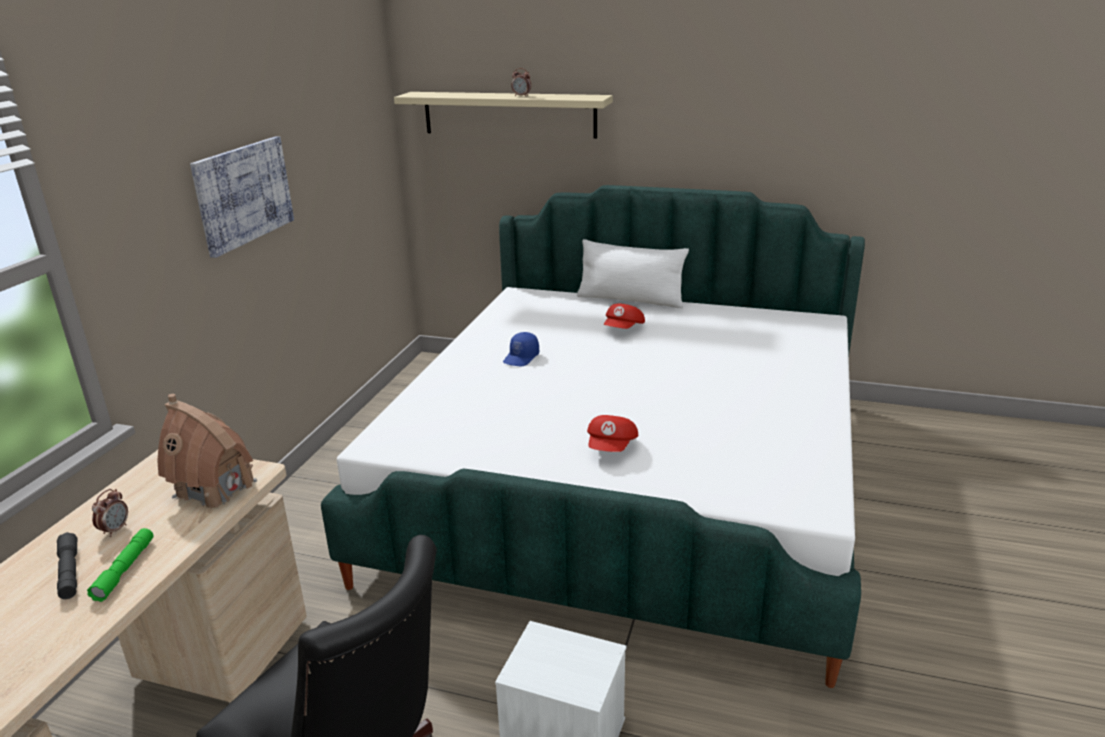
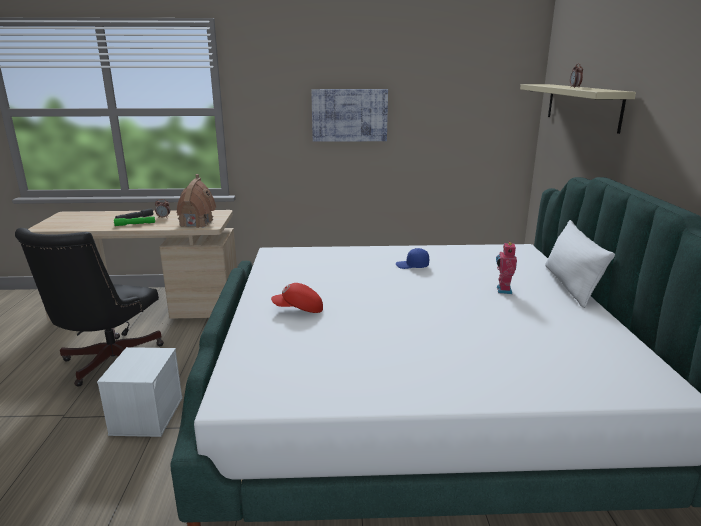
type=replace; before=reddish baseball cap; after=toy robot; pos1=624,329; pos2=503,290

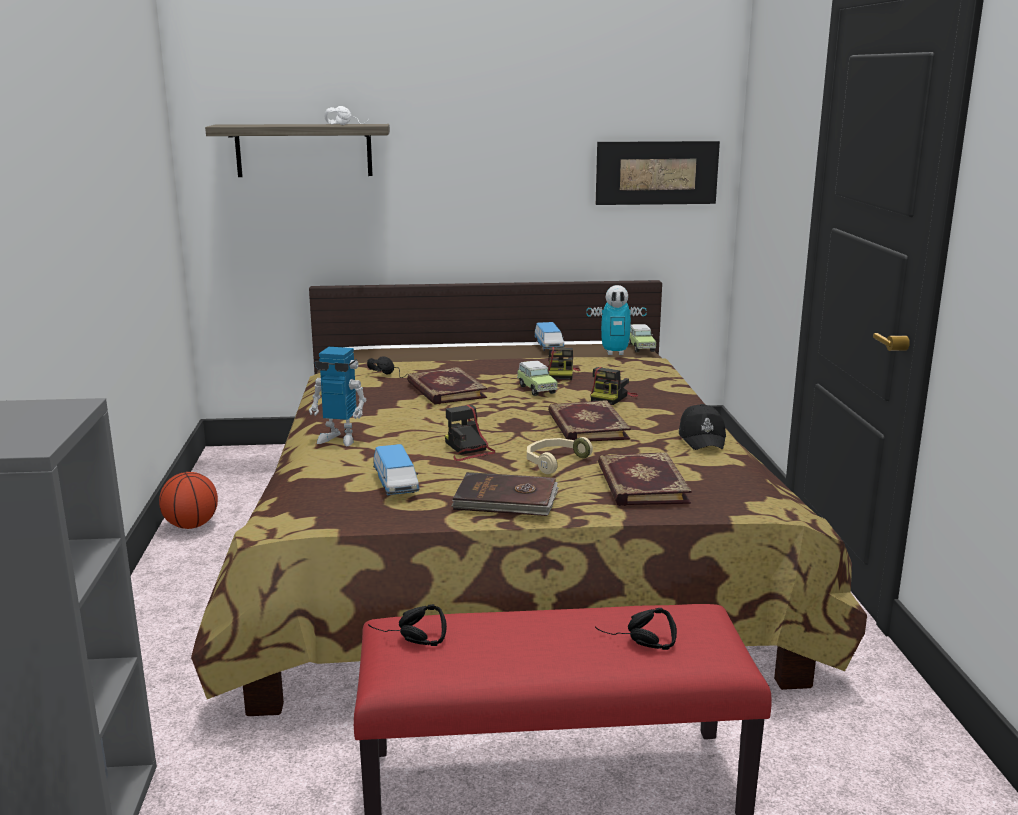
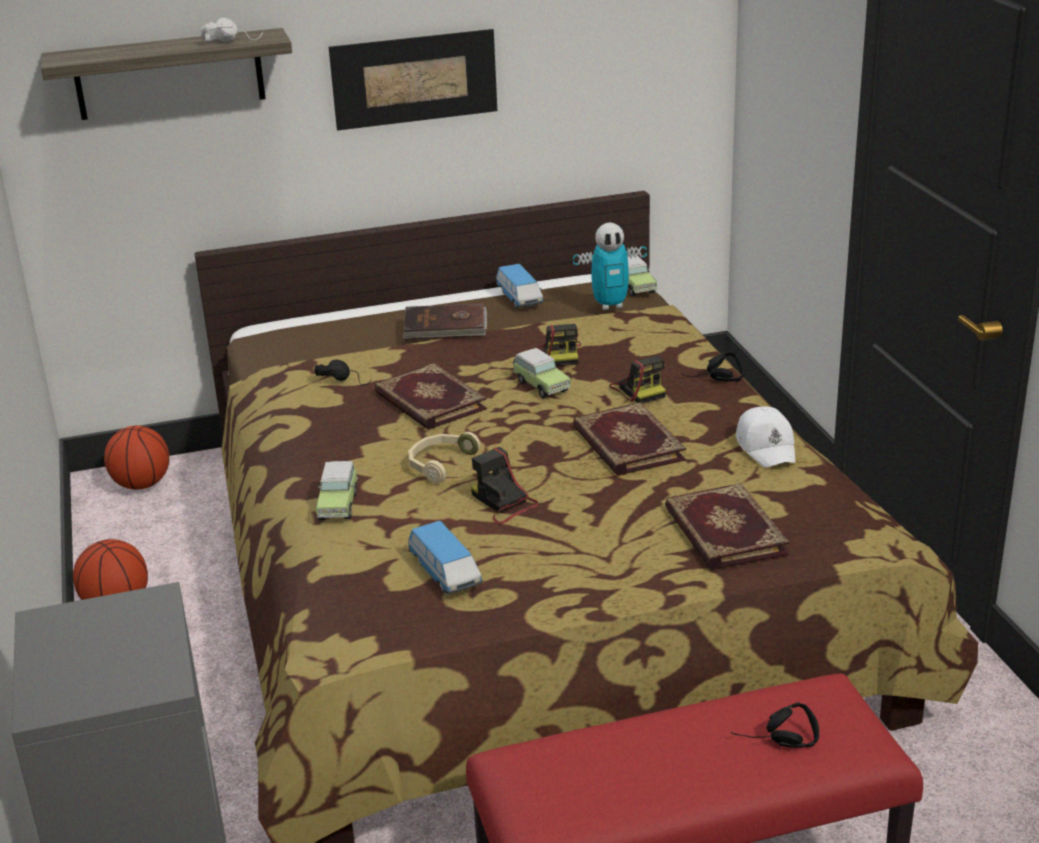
type=insert; after=basketball ball; pos2=141,485
type=replace; before=toy robot; after=toy car; pos1=339,438; pos2=338,504
type=move; before=wall picture; pos1=656,173; pos2=414,79
type=move; before=brown-coloured volume; pos1=506,500; pos2=445,326
type=move; before=beige pair of headphones; pos1=553,461; pos2=439,464
type=rotate; before=still camera; pos1=612,398; pos2=638,390; turn=-45
type=move; before=black pair of headphones; pos1=407,640; pos2=714,380
type=recolor; before=black baseball cap; after=whitish baseball cap; pos1=702,438; pos2=766,447

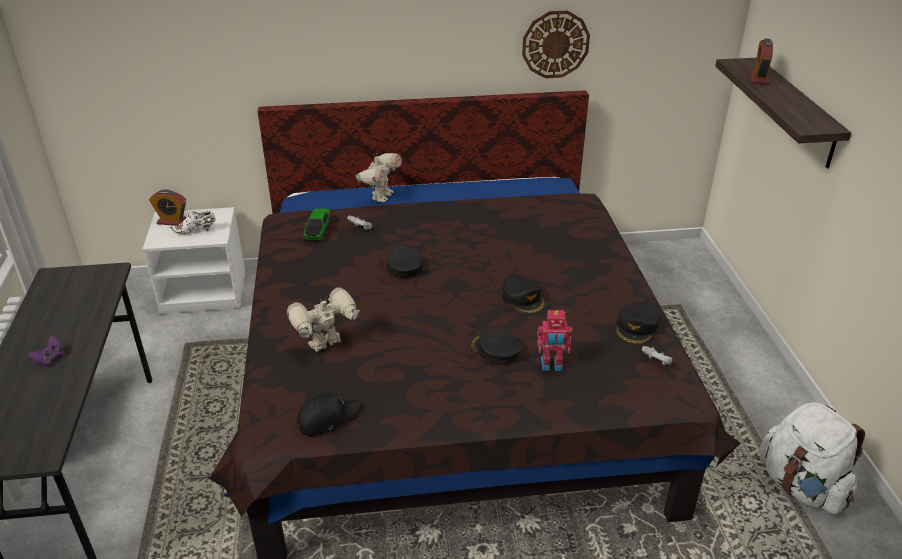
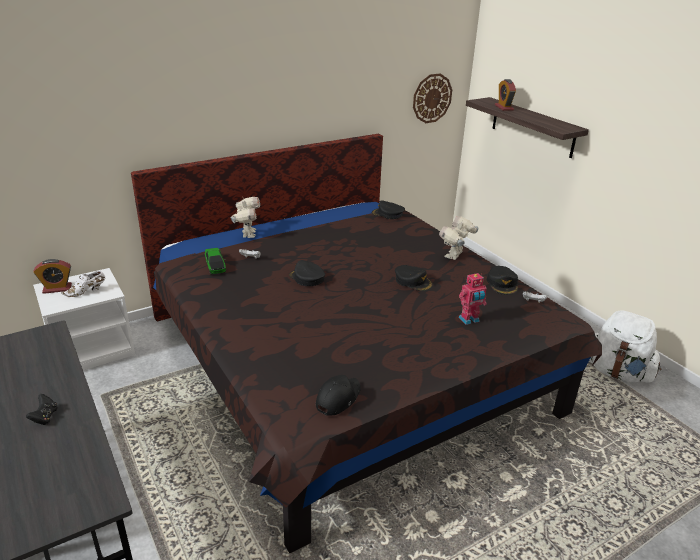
type=recolor; before=purplish joypad; after=black joypad; pos1=50,359; pos2=45,417
type=move; before=black baseball cap; pos1=495,350; pos2=387,214
type=move; before=wall clock; pos1=555,44; pos2=432,98
type=move; before=toy robot; pos1=326,345; pos2=455,256

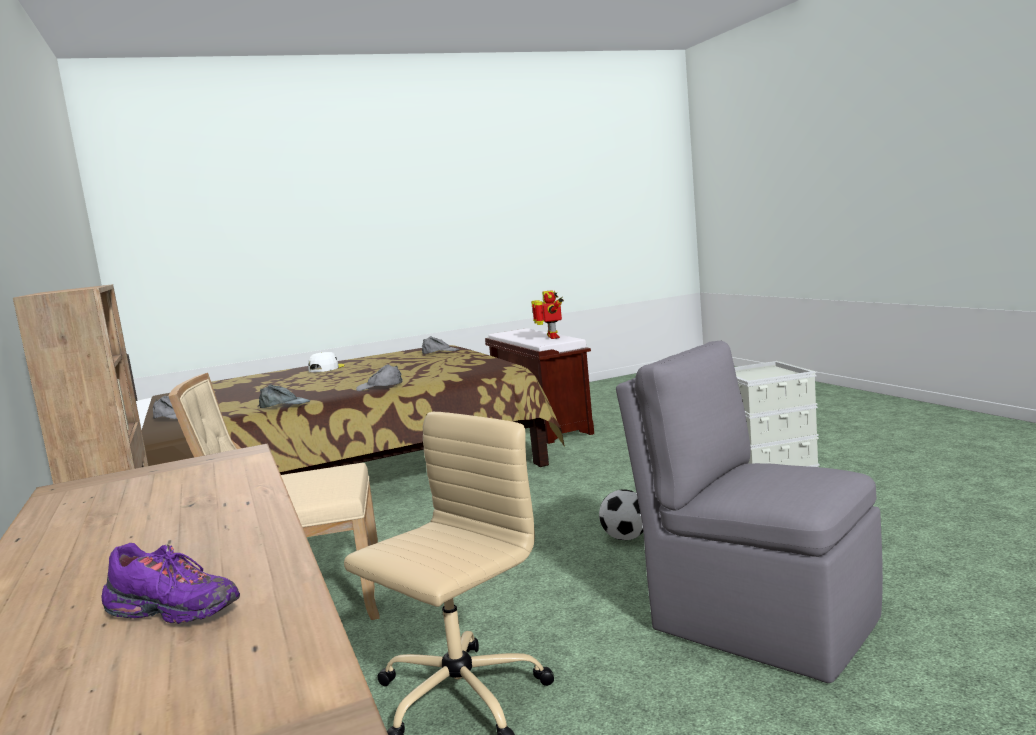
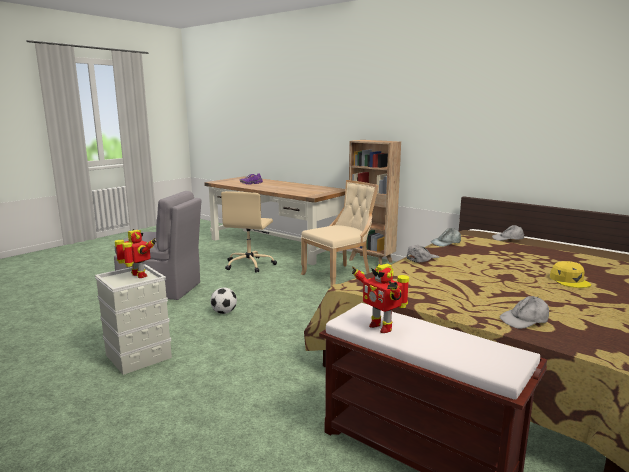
type=insert; after=toy robot; pos2=138,276
type=recolor; before=whitish baseball cap; after=yellow-coloured baseball cap; pos1=326,368; pos2=569,280

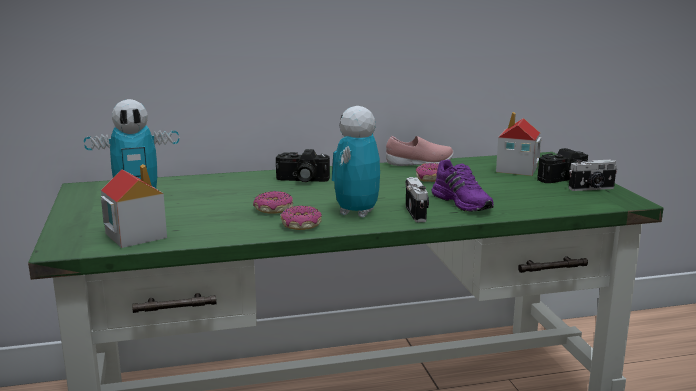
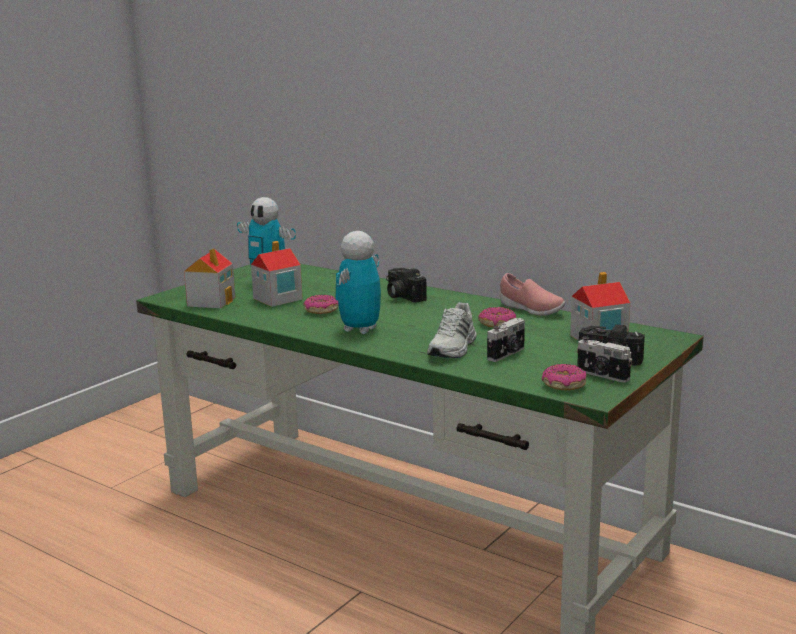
type=insert; after=miniature house; pos2=277,299
type=rotate; before=toy robot; pos1=356,212; pos2=360,329; turn=-45
type=recolor; before=purplish shoe; after=whitish shoe; pos1=463,202; pos2=453,348
type=move; before=still camera; pos1=417,213; pos2=507,354
type=move; before=doughnut; pos1=301,225; pos2=564,385

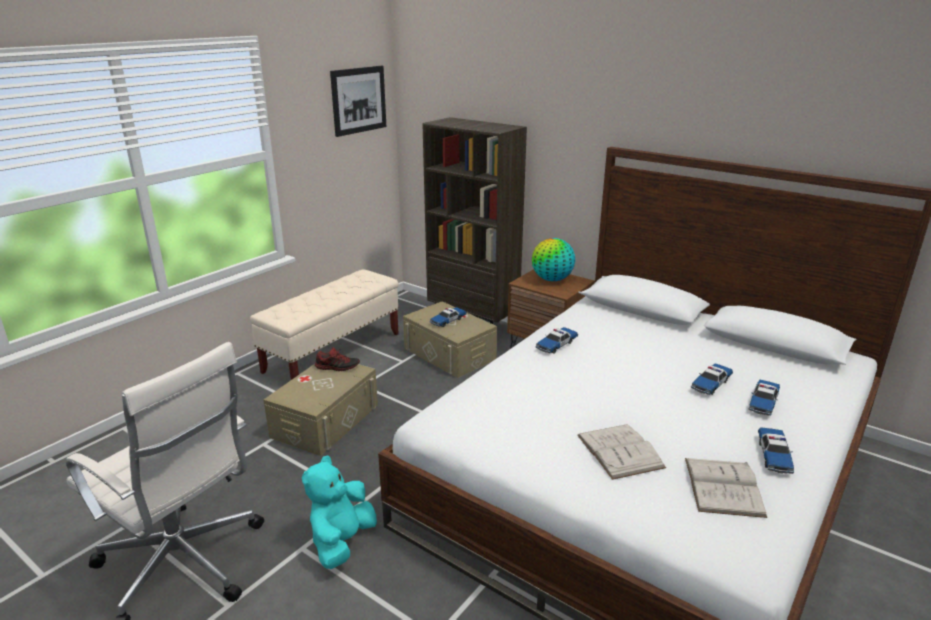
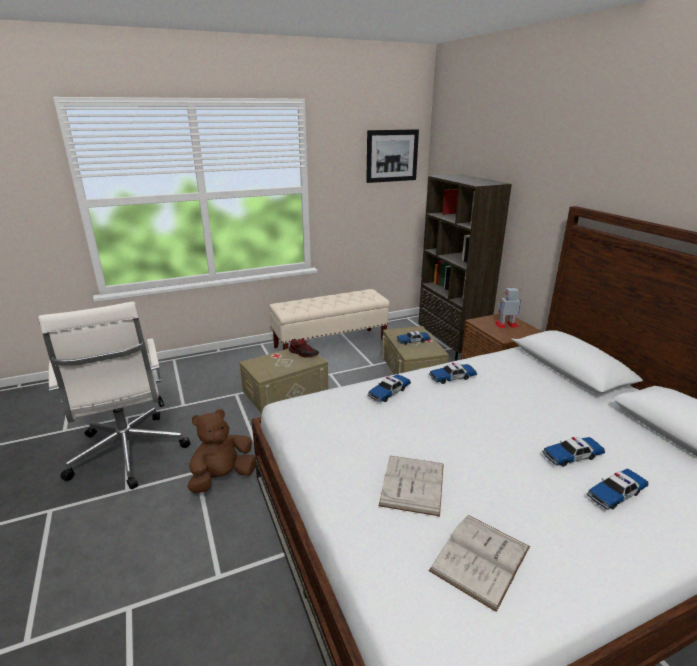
type=recolor; before=turquoise cuddly toy; after=brown-coloured cuddly toy; pos1=342,542; pos2=222,478
type=move; before=toy car; pos1=774,455; pos2=389,392
type=replace; before=world globe; after=toy robot; pos1=552,279; pos2=506,325

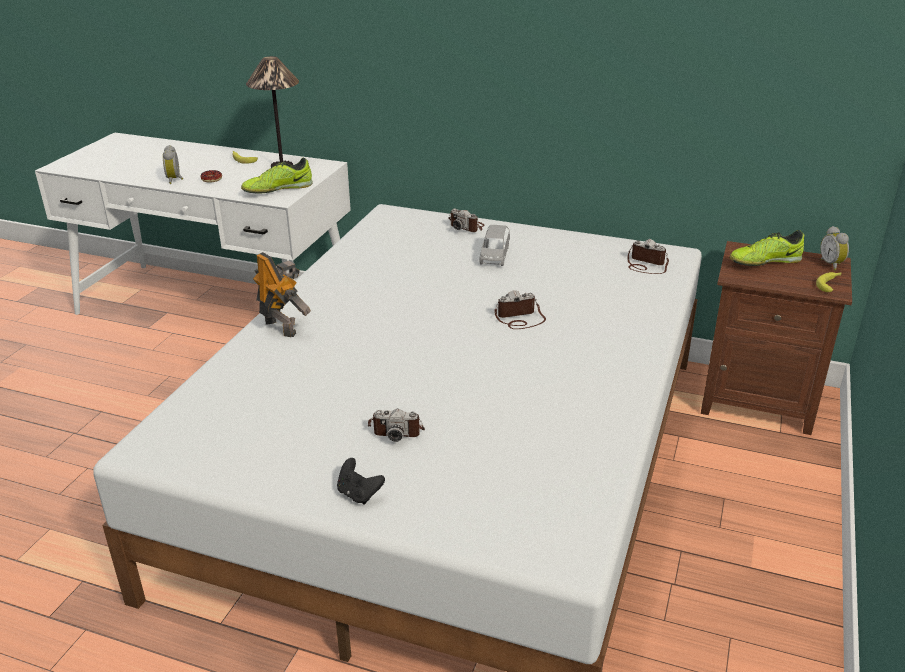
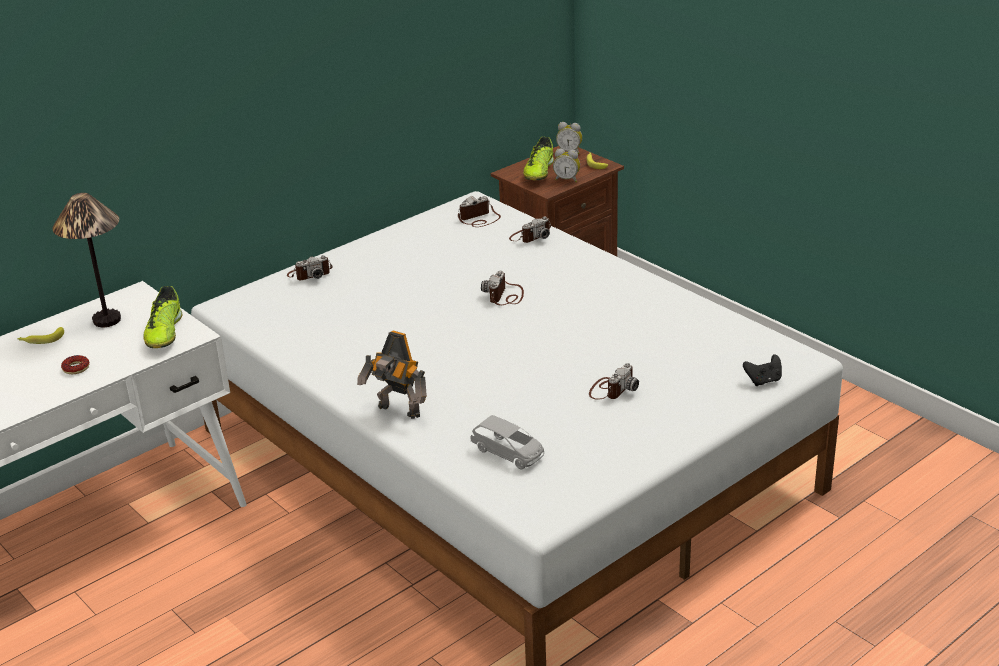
type=rotate; before=toy robot; pos1=282,327; pos2=398,412; turn=-135
type=move; before=grey toy car; pos1=494,255; pos2=508,453
type=insert; after=still camera; pos2=530,236
type=move; before=alarm clock; pos1=175,180; pos2=567,179
type=move; before=black joypad; pos1=359,494; pos2=763,381

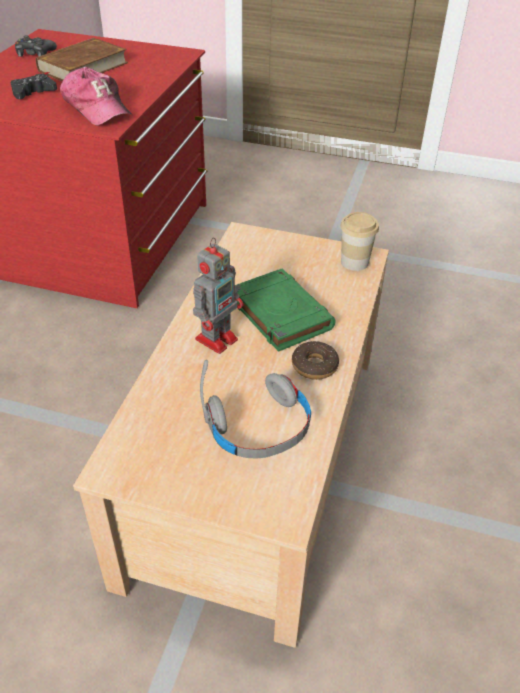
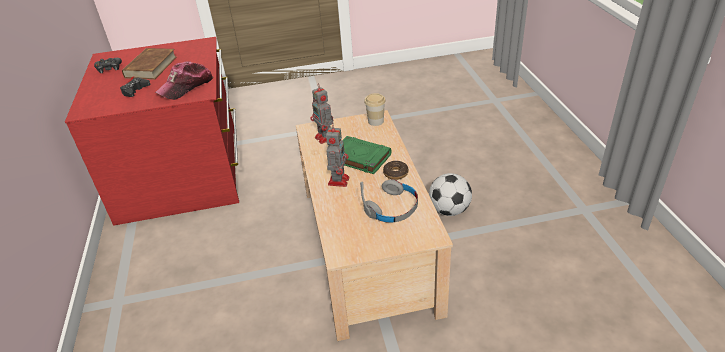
type=rotate; before=baseball cap; pos1=97,108; pos2=186,87; turn=105
type=insert; after=toy robot; pos2=325,138
type=insert; after=ball for football; pos2=449,210

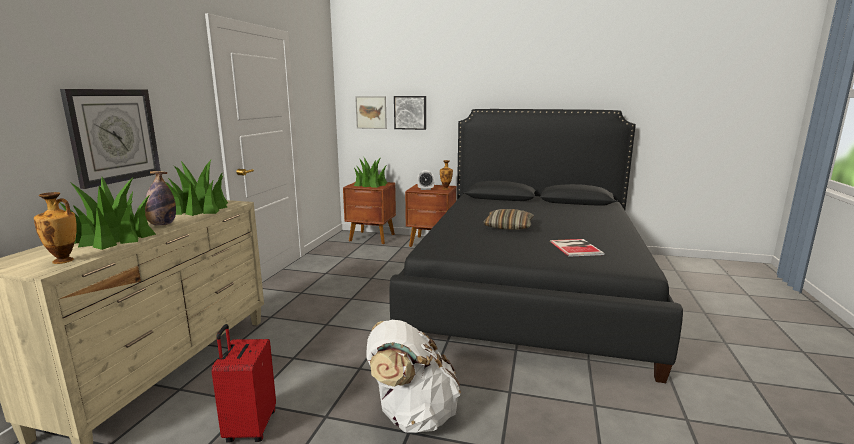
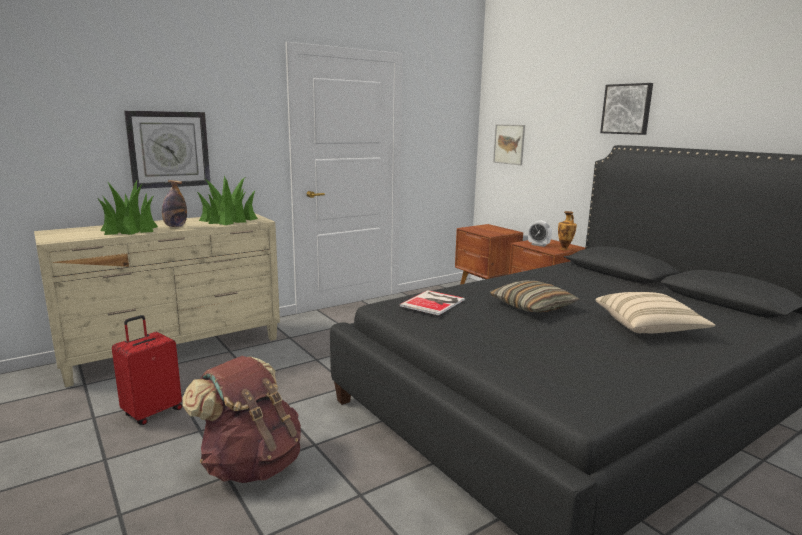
type=recolor; before=whitish rucksack; after=brown-coloured rucksack; pos1=412,415; pos2=251,464
type=move; before=volume; pos1=576,247; pos2=434,302
type=insert; after=beige throw pillow; pos2=649,327
type=move; before=wall picture; pos1=410,112; pos2=627,109
type=delete; before=vase; pos1=64,261
type=delete; before=houseplant; pos1=371,184

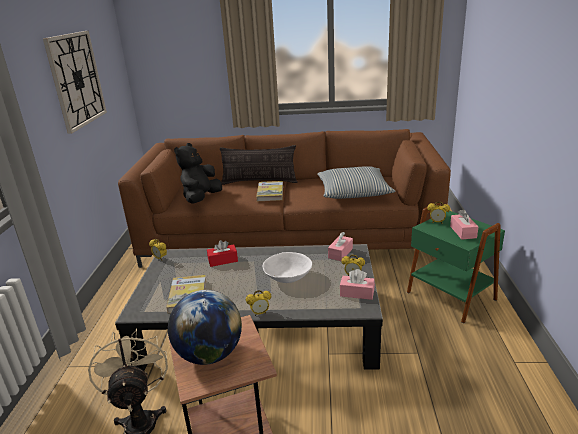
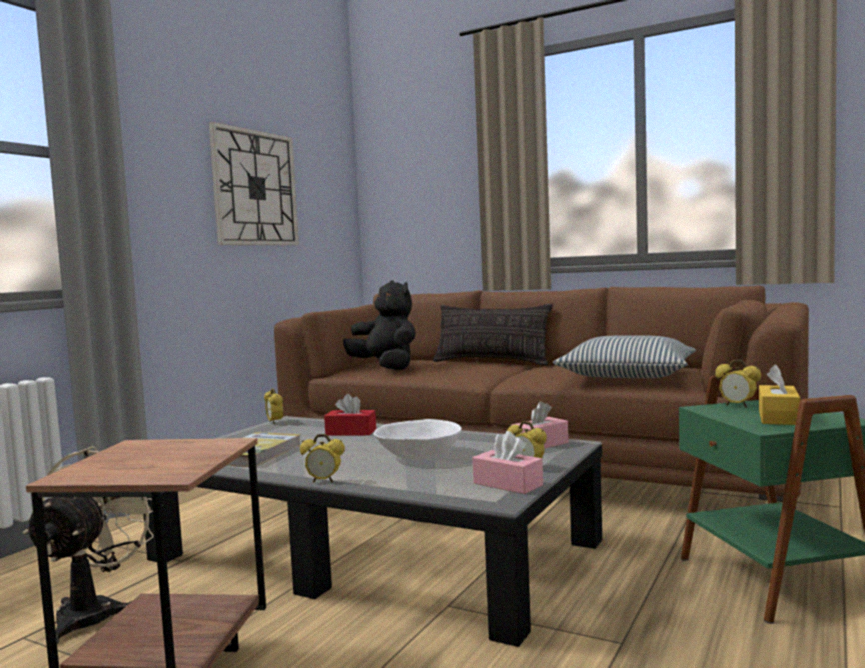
type=rotate; before=black cuddly toy; pos1=201,198; pos2=386,368; turn=90
type=recolor; before=pink-coloured box of tissues; after=yellow-coloured box of tissues; pos1=463,232; pos2=778,417
type=delete; before=world globe; pos1=209,355
type=delete; before=volume; pos1=270,193

